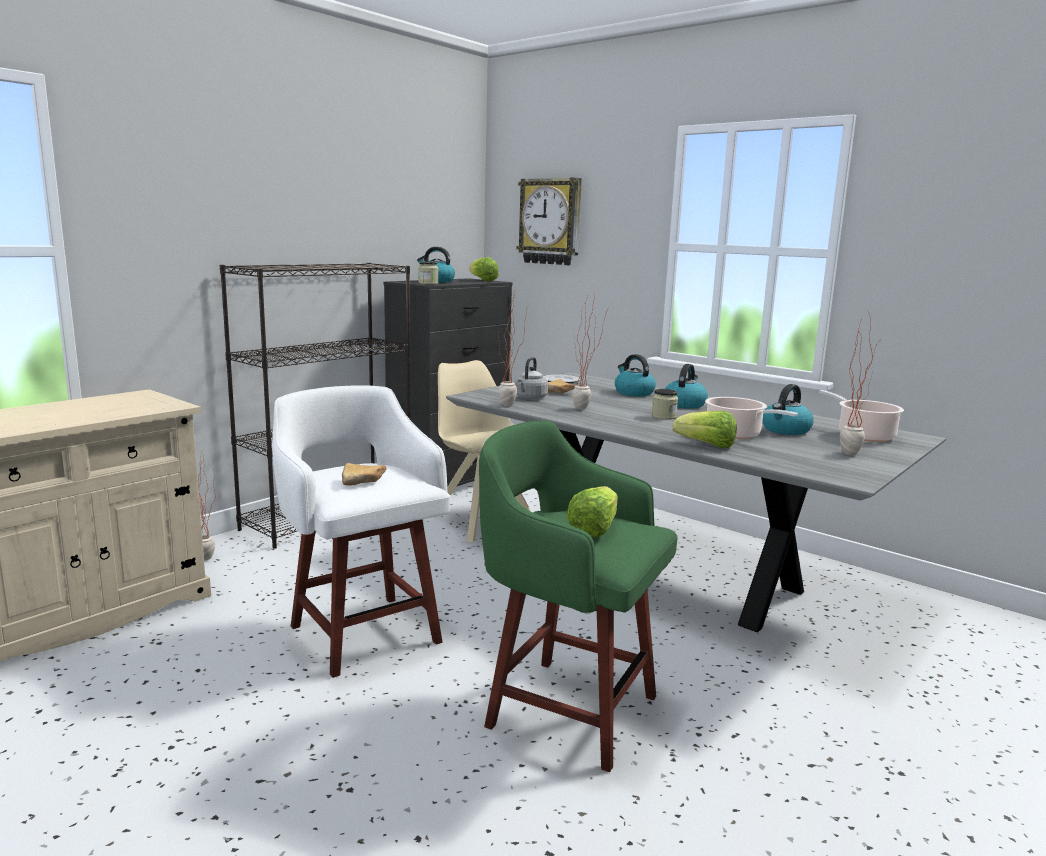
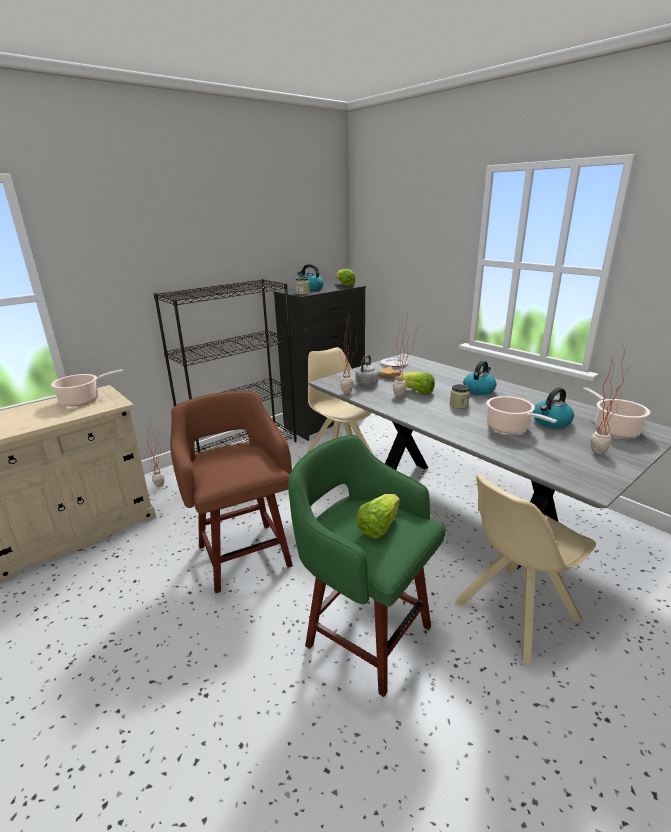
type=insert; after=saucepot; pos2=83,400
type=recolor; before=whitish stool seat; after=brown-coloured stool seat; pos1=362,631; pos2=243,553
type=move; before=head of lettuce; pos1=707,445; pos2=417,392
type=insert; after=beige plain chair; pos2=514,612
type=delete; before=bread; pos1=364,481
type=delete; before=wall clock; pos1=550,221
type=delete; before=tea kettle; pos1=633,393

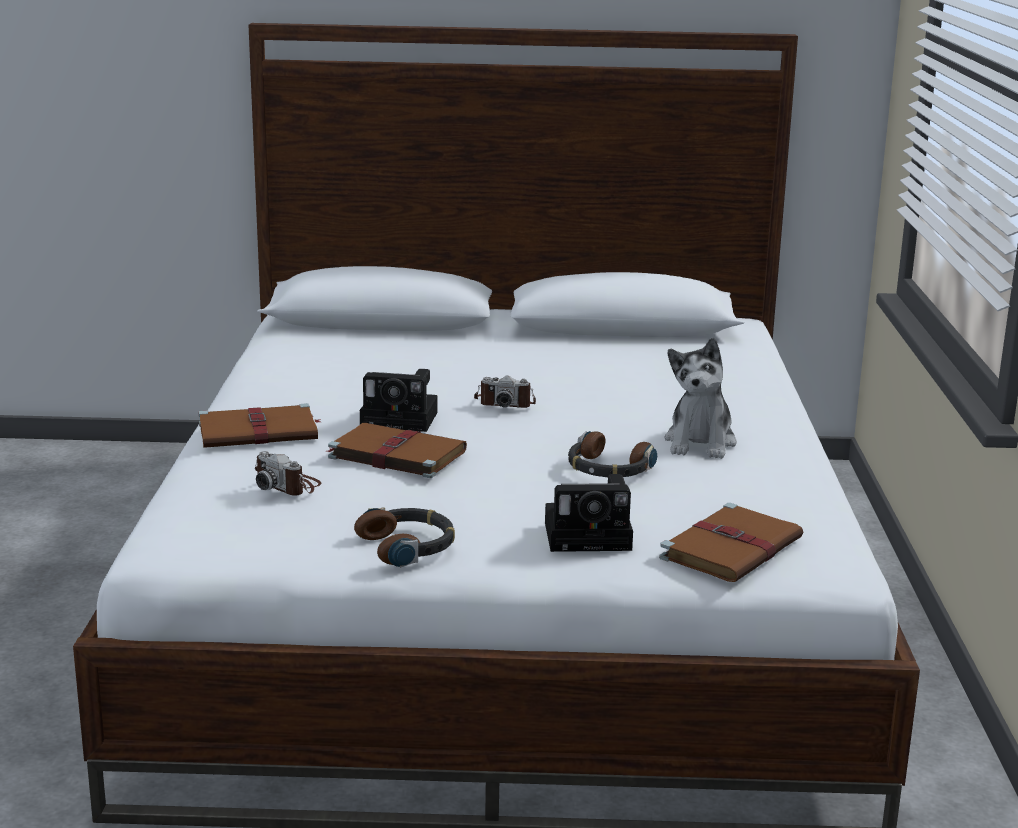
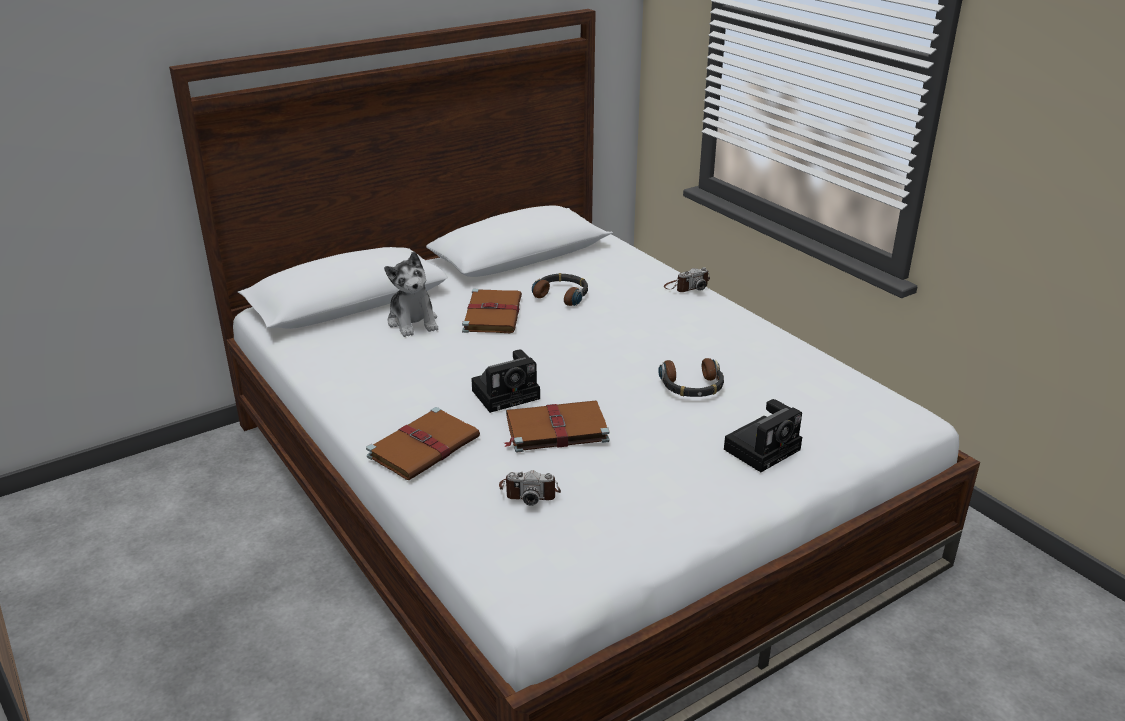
type=move; before=cuddly toy; pos1=700,443; pos2=413,322
type=move; before=brown-coloured volume; pos1=732,548; pos2=493,314
type=move; before=pair of headphones; pos1=408,546; pos2=562,295
type=move; before=still camera; pos1=505,403; pos2=686,286

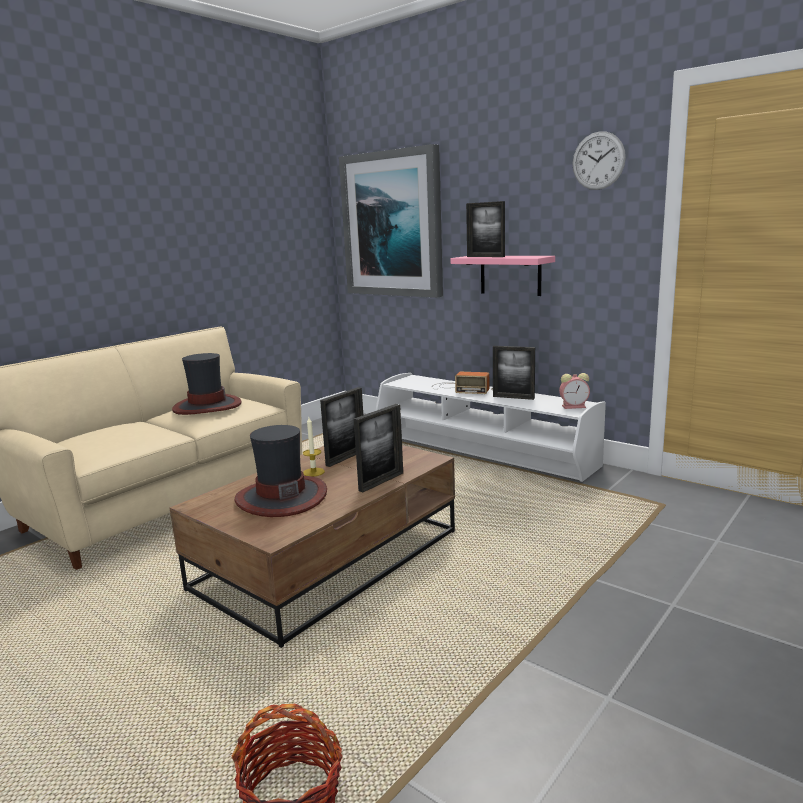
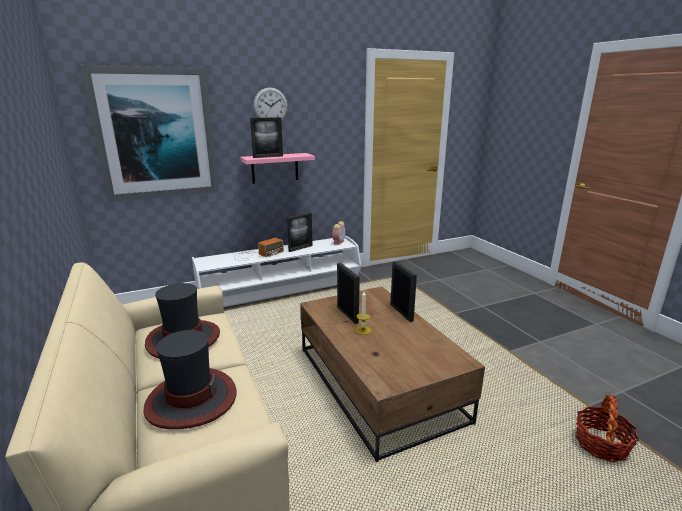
type=move; before=clothing hat; pos1=281,497; pos2=191,400
type=move; before=wall clock; pos1=598,161; pos2=270,106

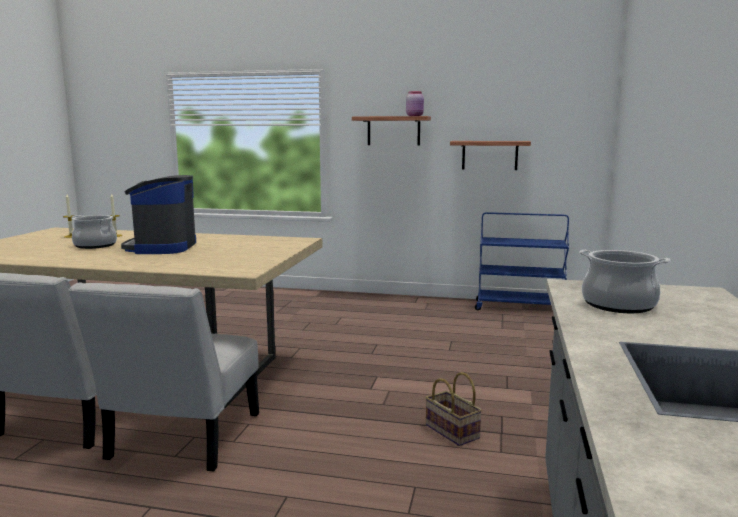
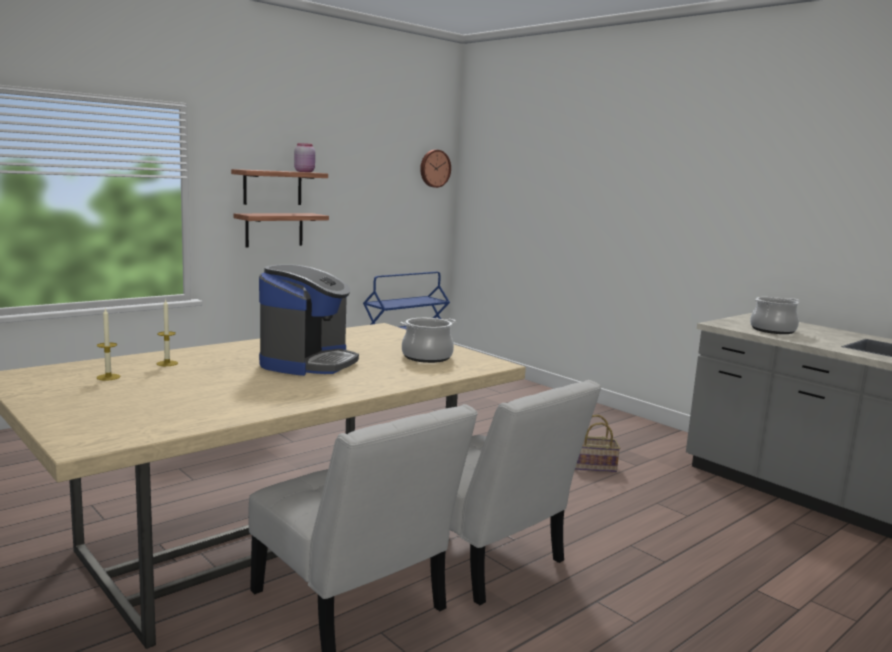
type=move; before=wall shelf; pos1=489,155; pos2=274,229
type=rotate; before=coffee machine; pos1=162,247; pos2=308,362; turn=-105
type=move; before=saucepot; pos1=95,245; pos2=427,357
type=insert; after=wall clock; pos2=434,168

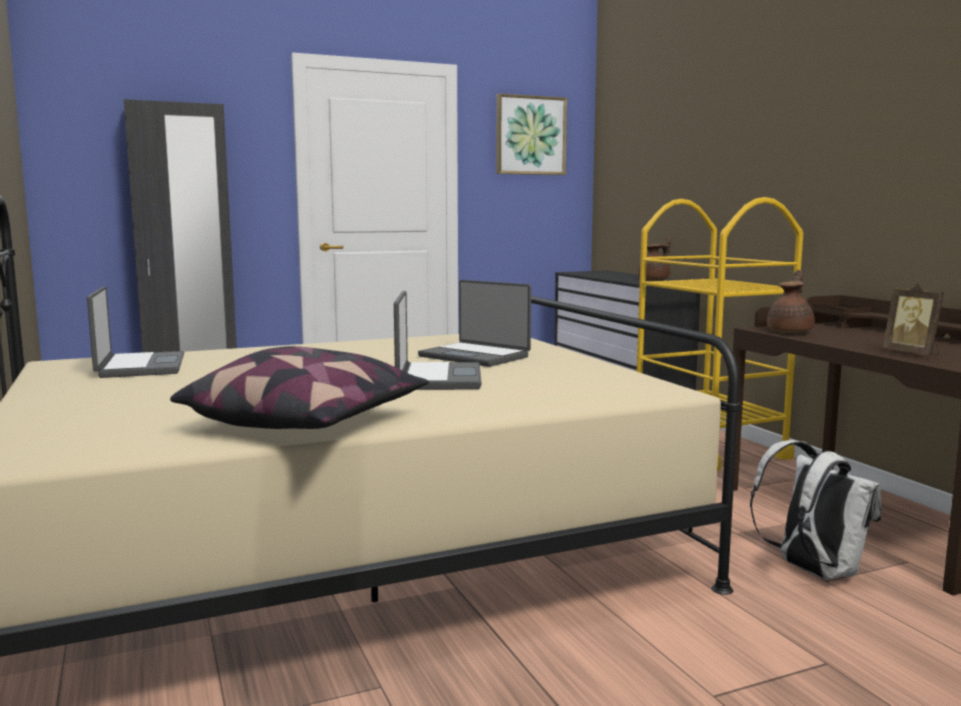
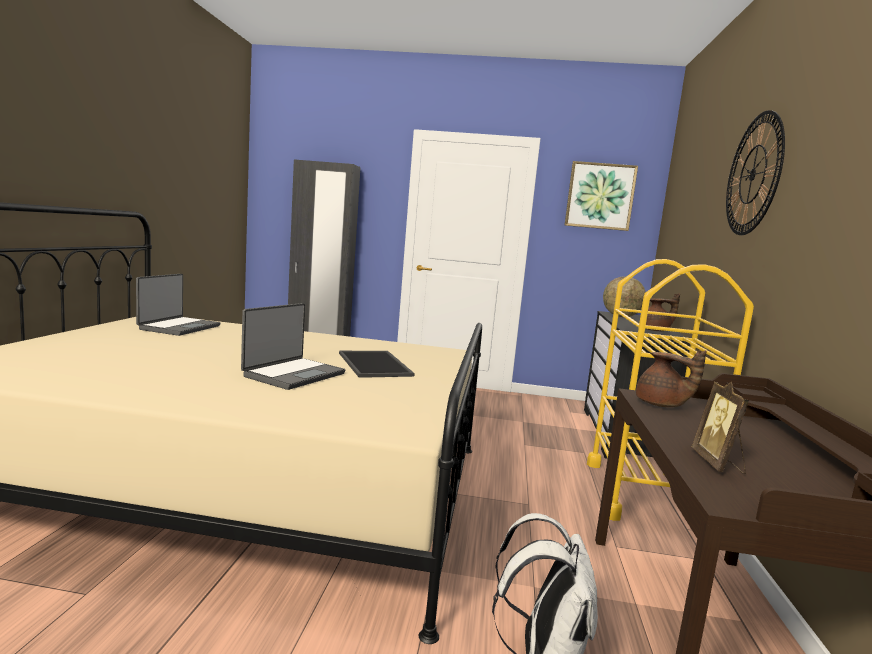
type=replace; before=notebook computer; after=serving tray; pos1=475,356; pos2=376,364
type=insert; after=world globe; pos2=621,316
type=rotate; before=brown-coloured teapot; pos1=791,332; pos2=661,405; turn=75
type=insert; after=wall clock; pos2=753,174
type=delete; before=throw pillow; pos1=308,424

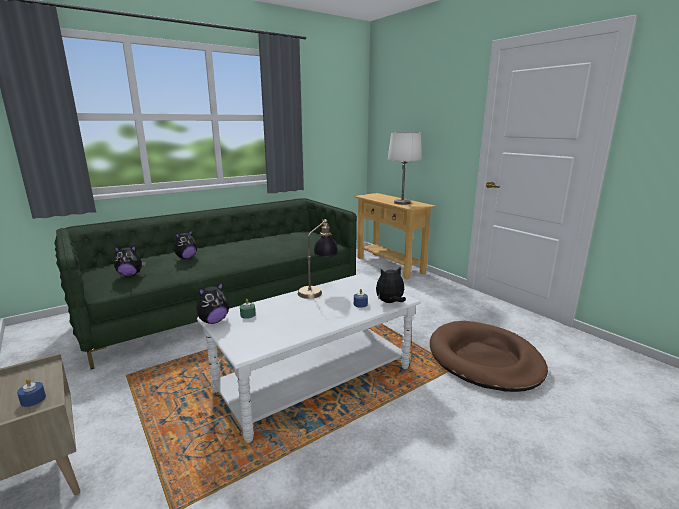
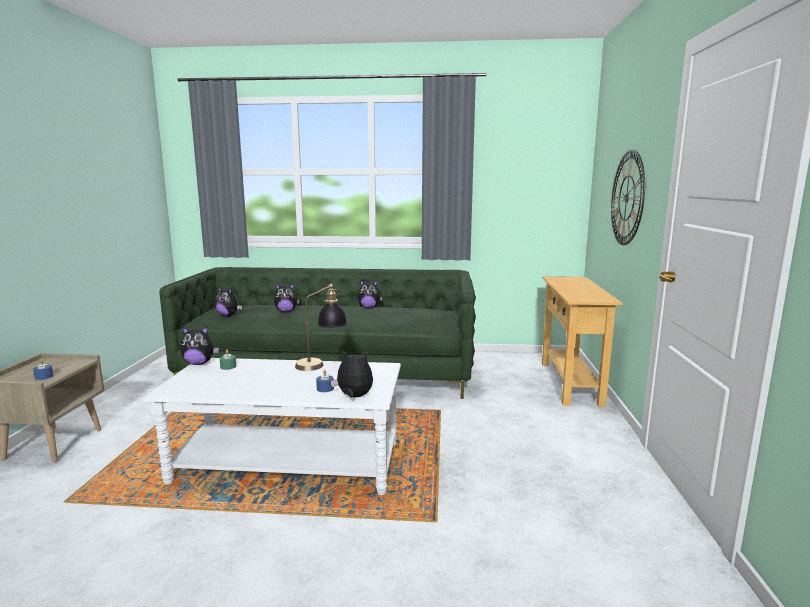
type=insert; after=cuddly toy; pos2=369,307
type=insert; after=wall clock; pos2=627,198
type=delete; before=whitish tabletop lamp; pos1=402,203
type=delete; before=brown-coloured dog cushion; pos1=484,359

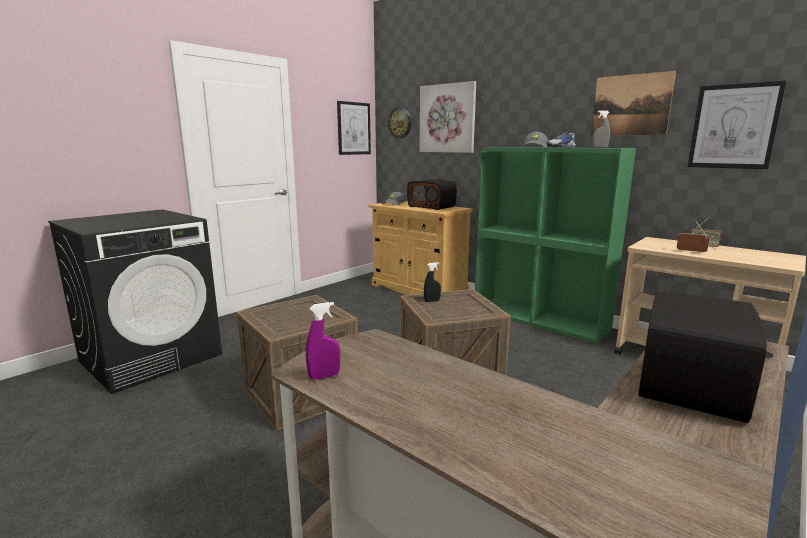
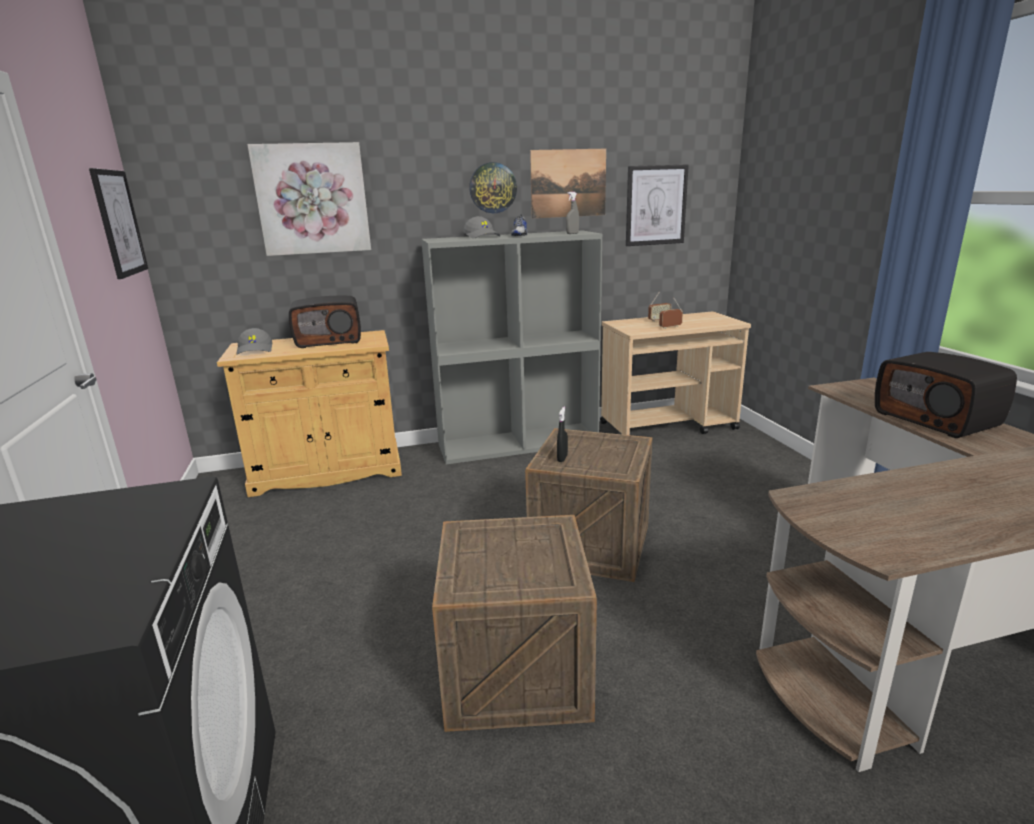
type=recolor; before=green shelving unit; after=grey shelving unit; pos1=540,319; pos2=518,443
type=move; before=wall clock; pos1=400,122; pos2=492,188
type=delete; before=purplish hand sprayer; pos1=324,376

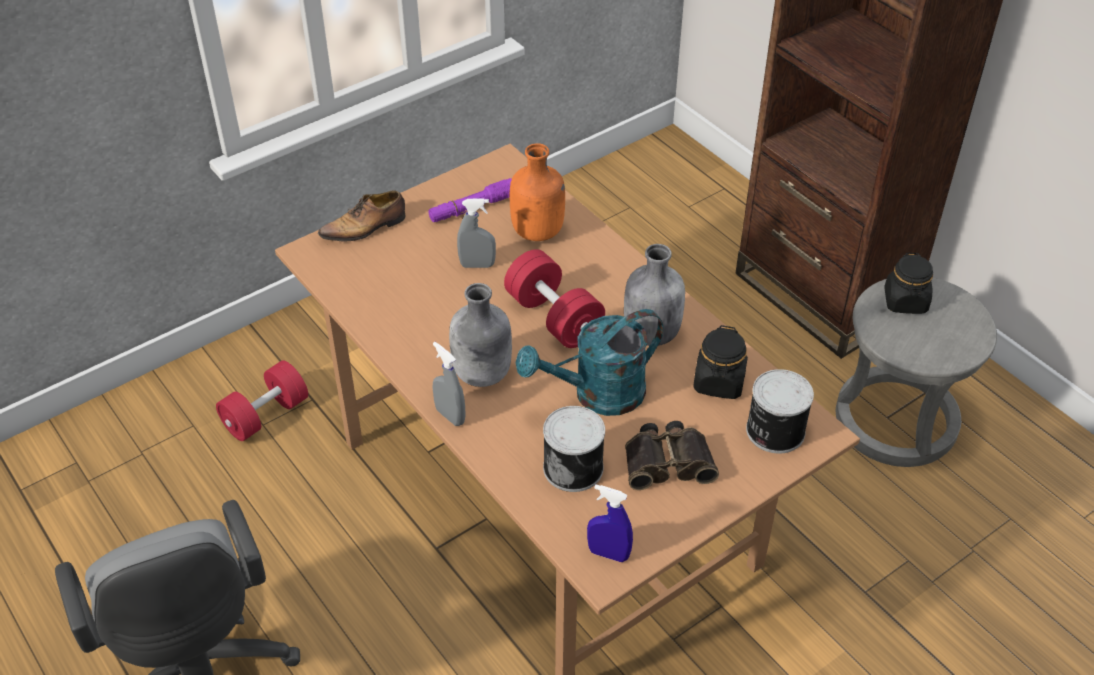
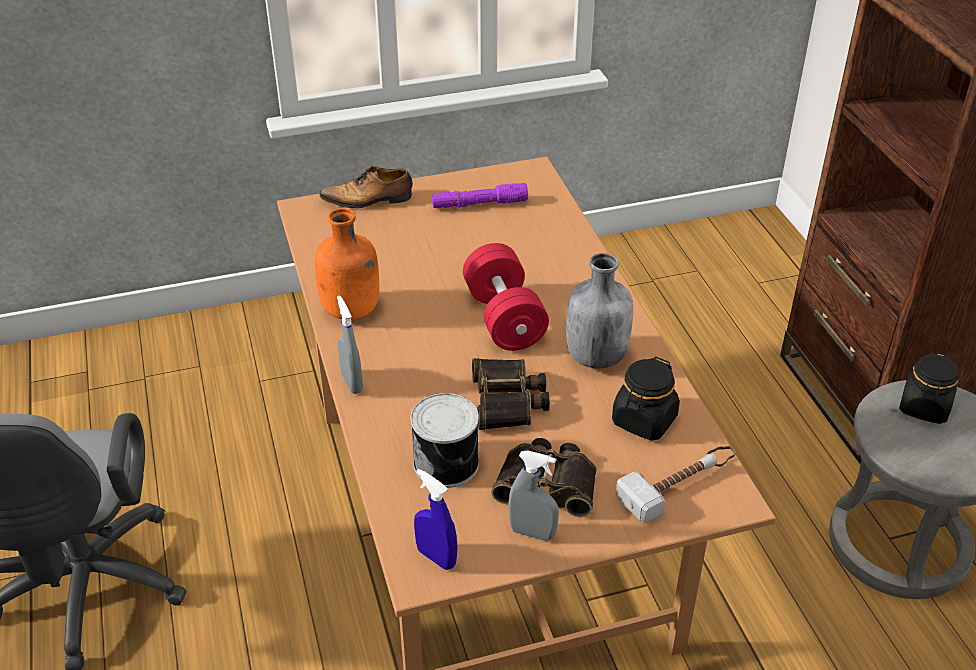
type=move; before=orangey drink bottle; pos1=538,232; pos2=351,310
type=replace; before=turquoise watering pot; after=pair of binoculars; pos1=597,395; pos2=509,401
type=move; before=grey hand sprayer; pos1=477,265; pos2=532,533
type=replace; before=sealed can; after=hand hammer; pos1=773,431; pos2=679,484
type=delete; before=reddish hand weight; pos1=266,415
type=delete; before=grey drink bottle; pos1=482,374

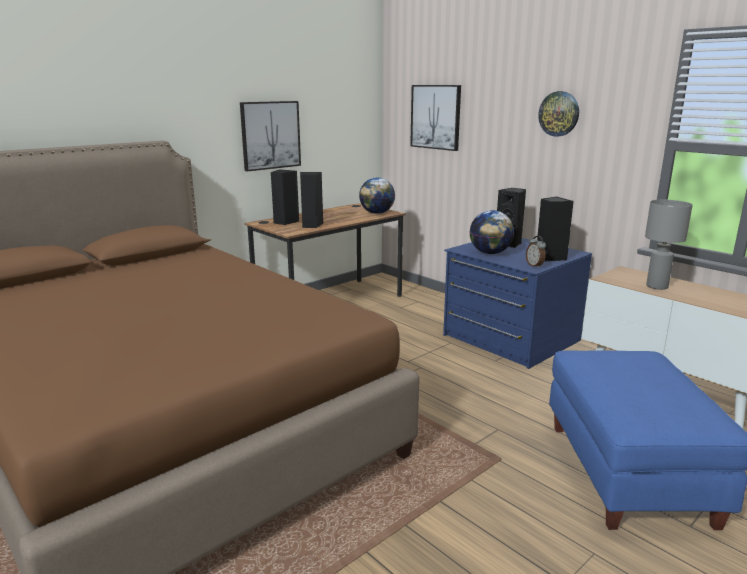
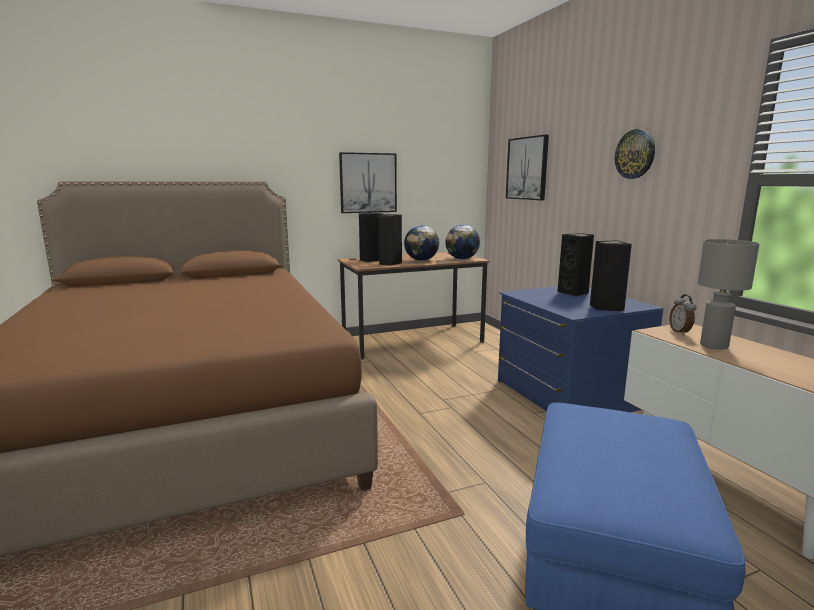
type=move; before=world globe; pos1=490,253; pos2=421,260
type=move; before=alarm clock; pos1=535,266; pos2=680,332

